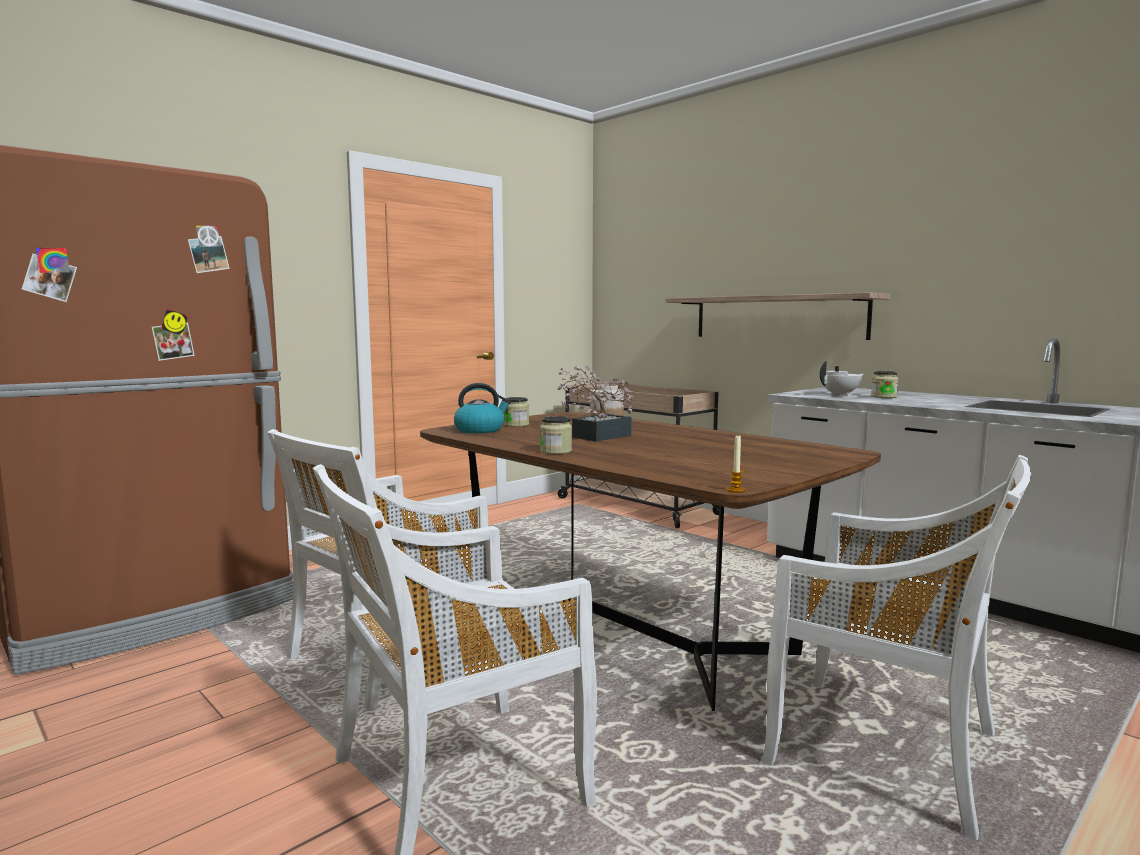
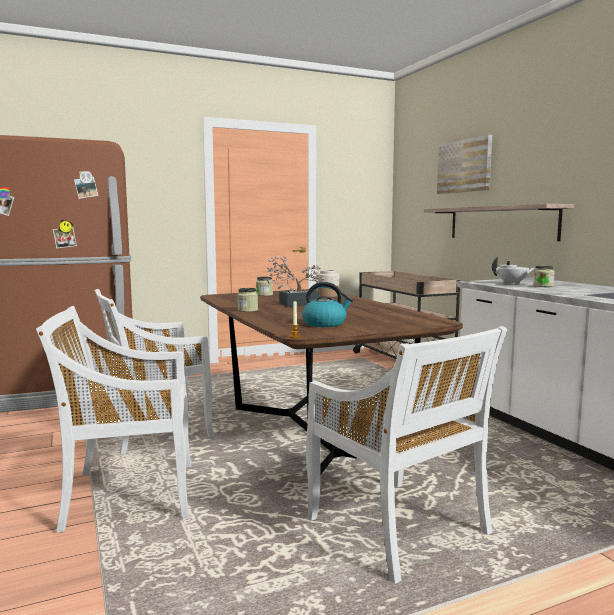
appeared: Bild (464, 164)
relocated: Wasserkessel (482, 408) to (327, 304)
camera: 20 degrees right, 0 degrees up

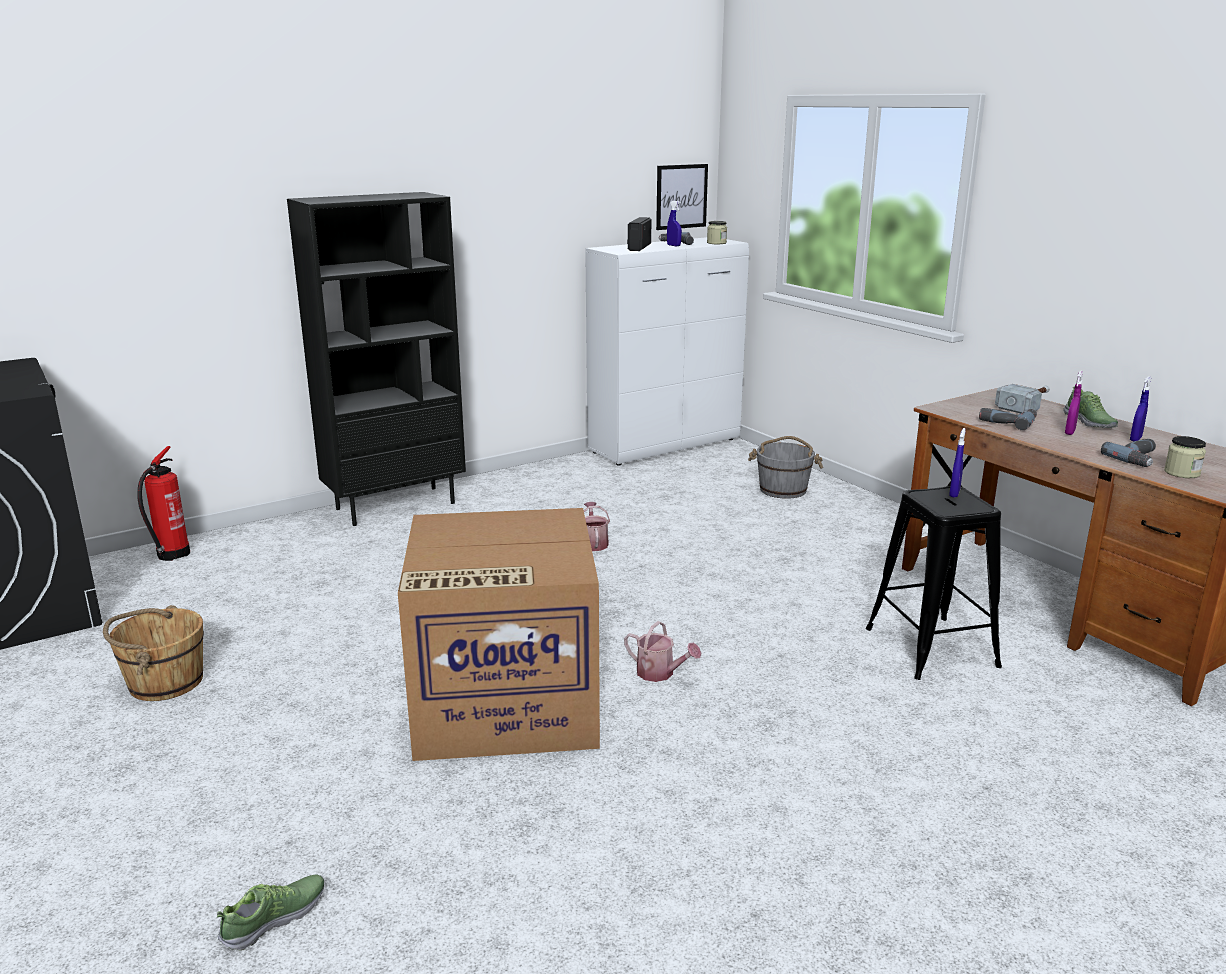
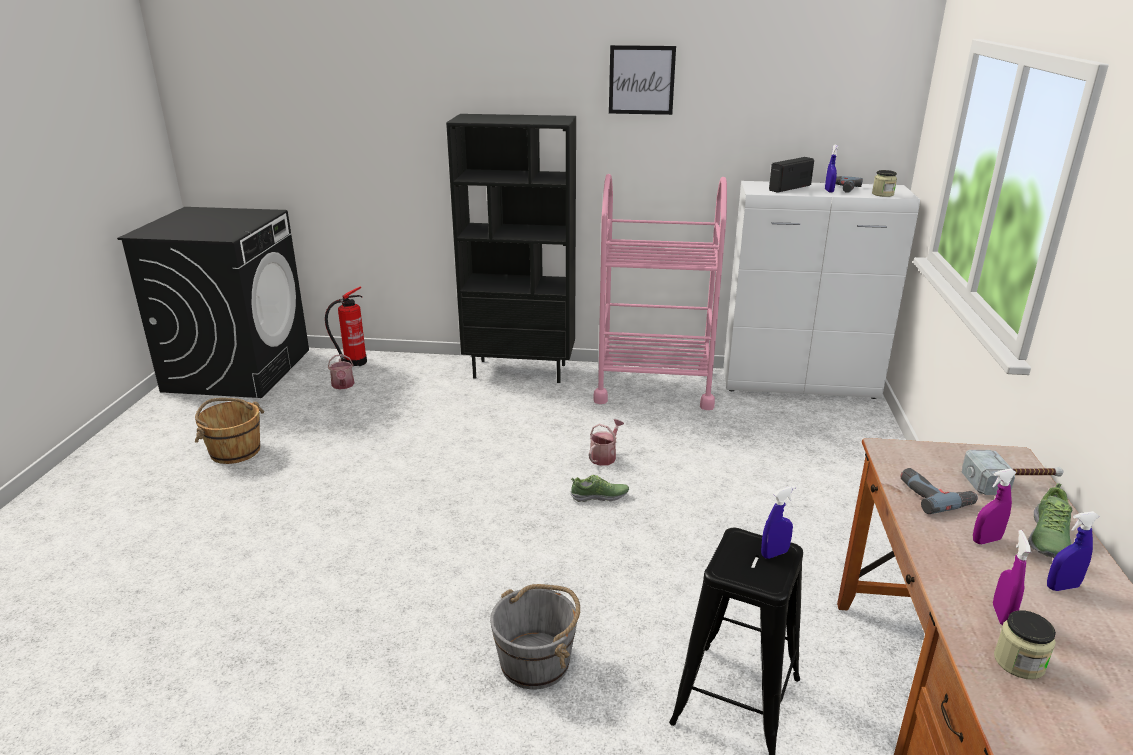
missing: Karton (499, 634)
appeared: Rollwagen/rosa (660, 292)
relocated: Schuh (270, 912) to (599, 488); Gießkanne (663, 651) to (341, 371); Bild (682, 197) to (642, 80); Eimer/grau (785, 467) to (535, 636)
exchanged: Bohrmaschine (1128, 453) to Sprühflasche/lila (1012, 577)
camera: 40 degrees right, 5 degrees up

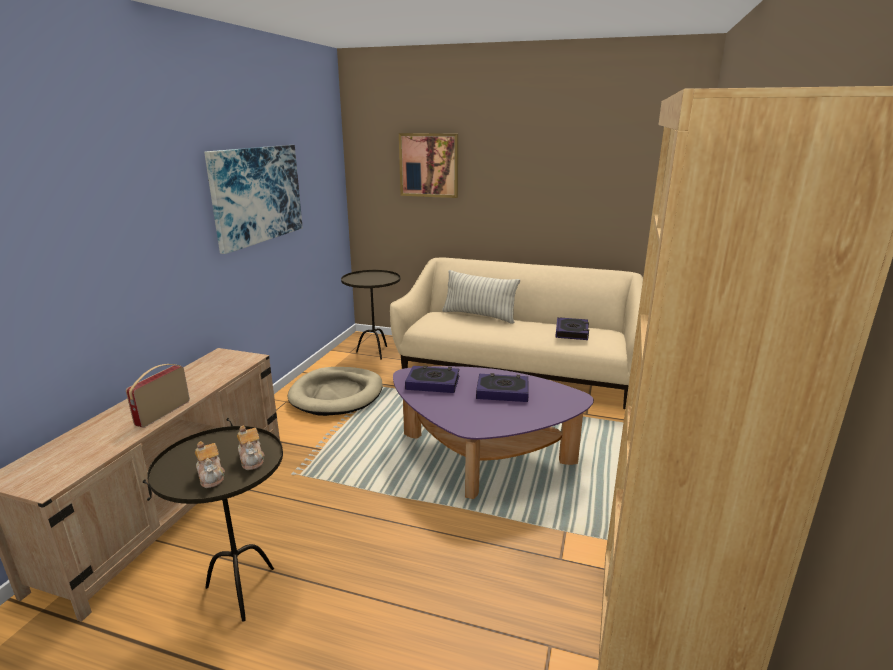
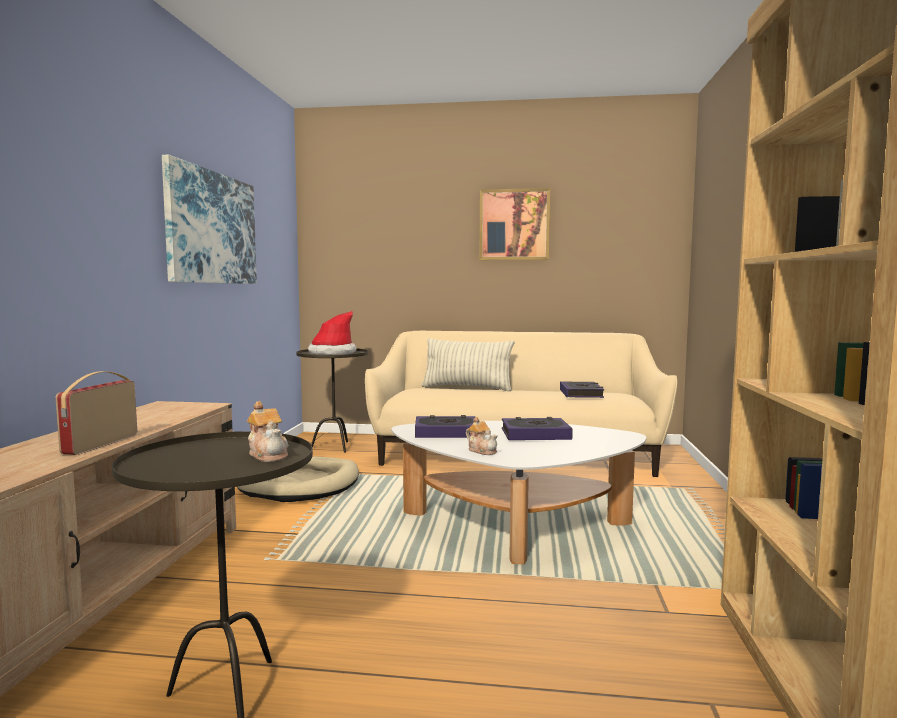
appeared: Hut (332, 333)
relocated: Teekanne (210, 464) to (482, 436); Bild (428, 165) to (514, 224)
colour: Couchtisch/lila (493, 432) to Couchtisch/weiß (518, 492)
camera: 10 degrees left, 15 degrees down

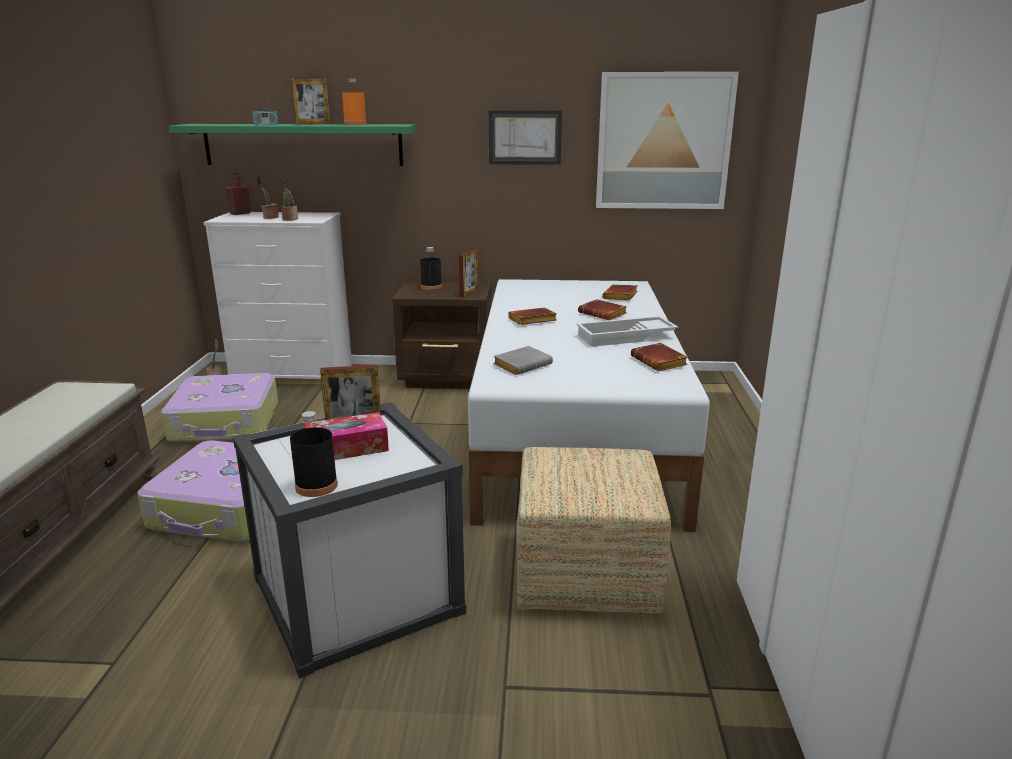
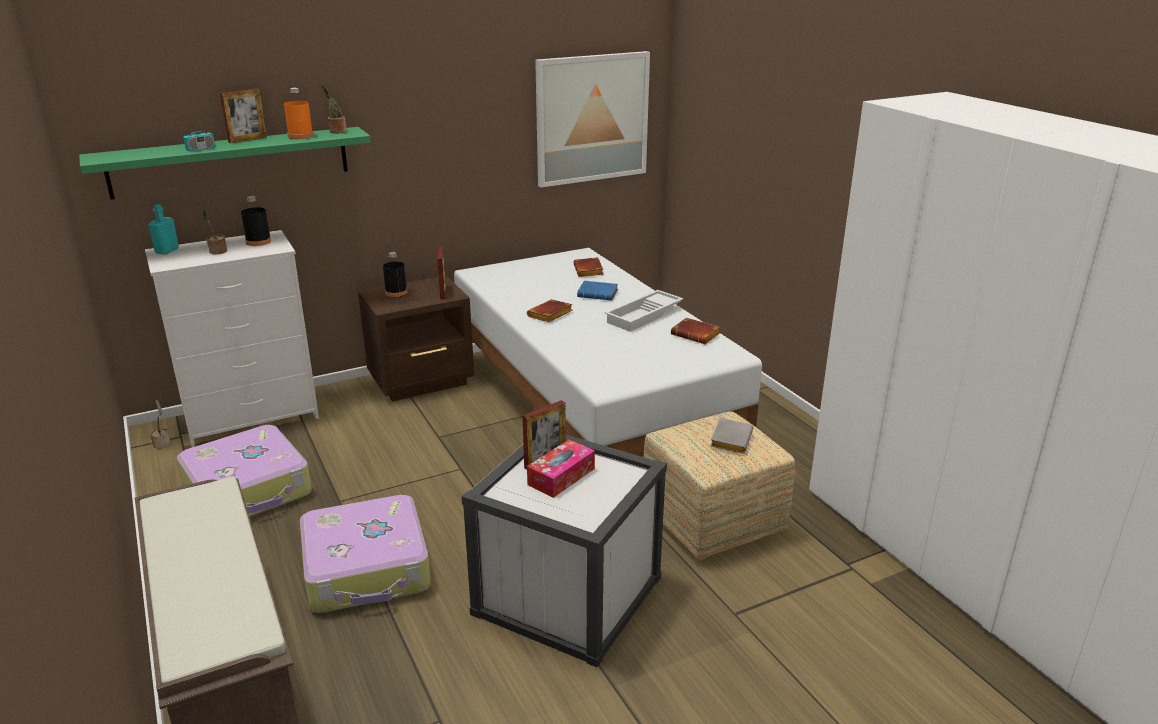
missing: Bild (525, 137)
relocated: Topfpflanze (288, 198) to (334, 109); Flasche/schwarz (314, 454) to (256, 221); Buch/grau (523, 360) to (731, 436)
colour: Flasche/rot (238, 193) to Flasche/türkis (163, 229); Buch/braun (602, 309) to Buch/blau (597, 291)
camera: 30 degrees left, 5 degrees up

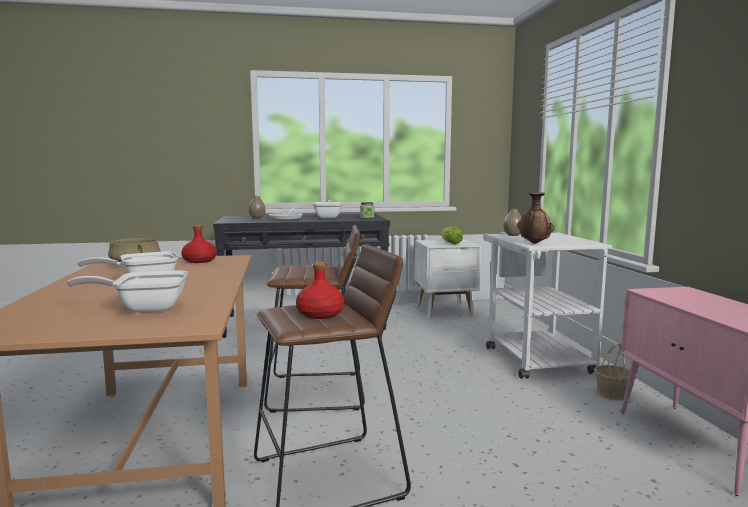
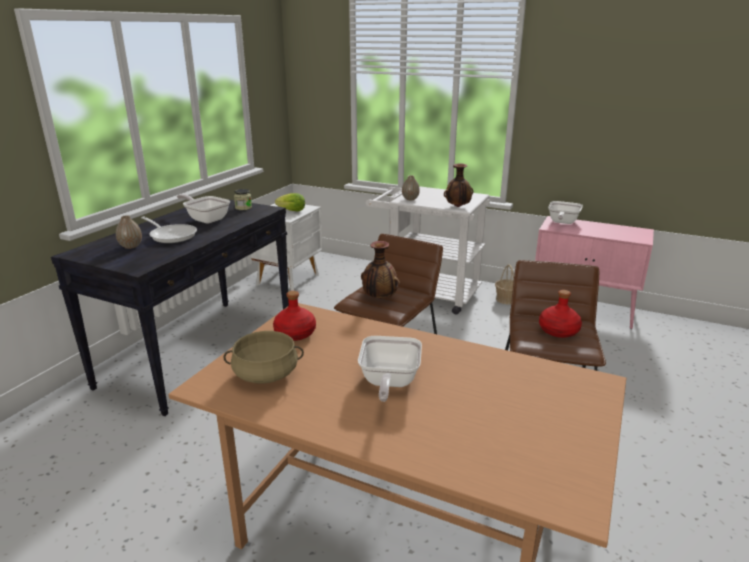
appeared: Vase (380, 270)
relocated: Pfanne (127, 291) to (565, 212)
camera: 55 degrees left, 15 degrees up

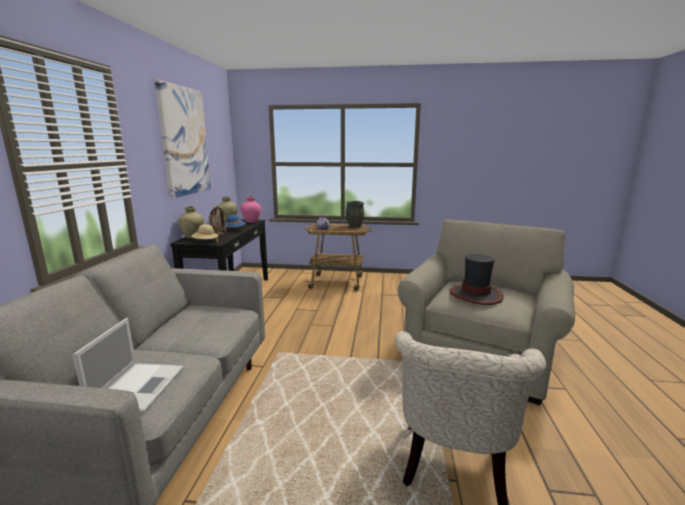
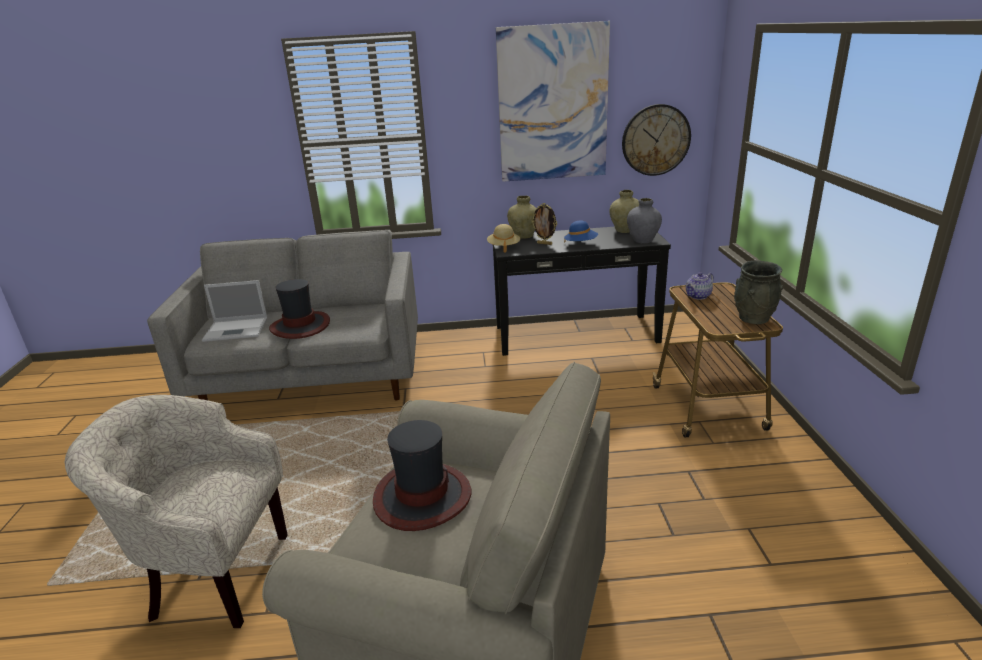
appeared: Hut (299, 309); Wanduhr (656, 140)
colour: Vase/rosa (250, 209) to Vase/grau (644, 220)
camera: 80 degrees right, 10 degrees up

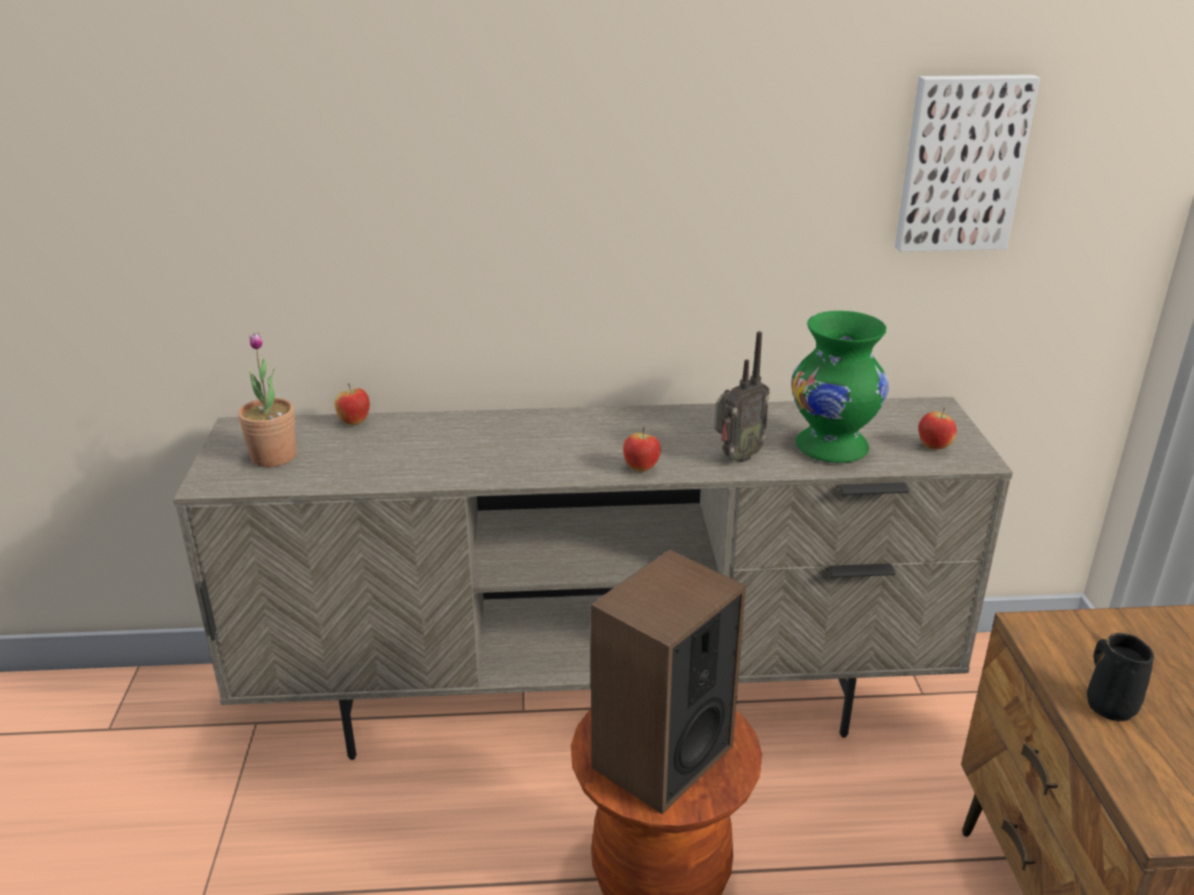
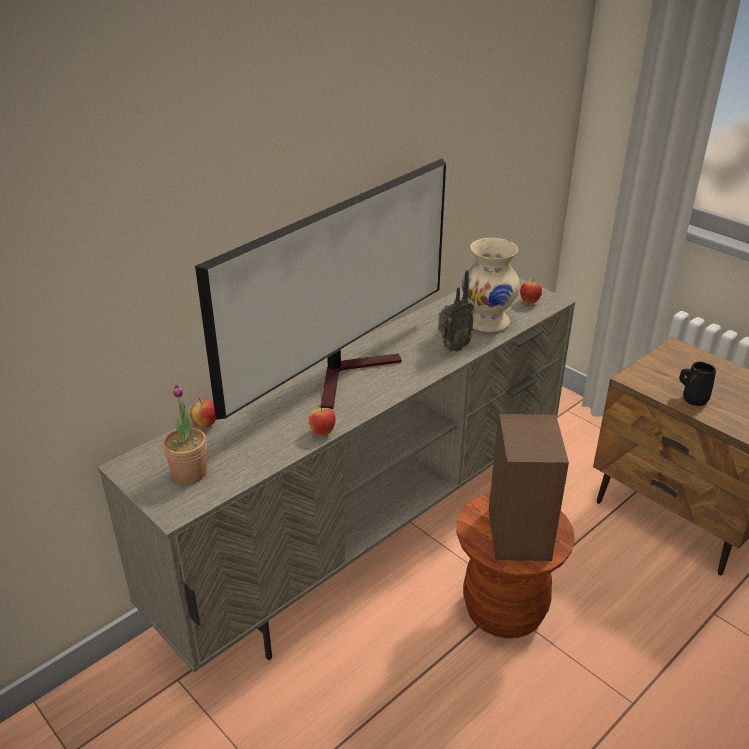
missing: Bild (967, 163)
appeared: Fernseher (320, 289)
relocated: Apfel (642, 449) to (322, 420)
colour: Vase/grün (840, 387) to Vase/beige (491, 285)
spun: Radio (741, 397) = (456, 311) 45 degrees clockwise
camera: 40 degrees left, 5 degrees up

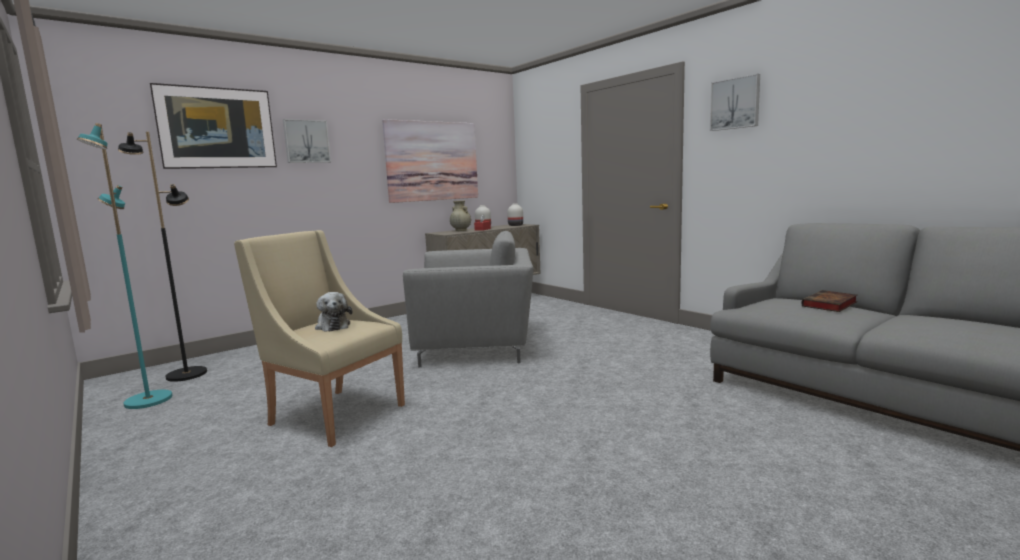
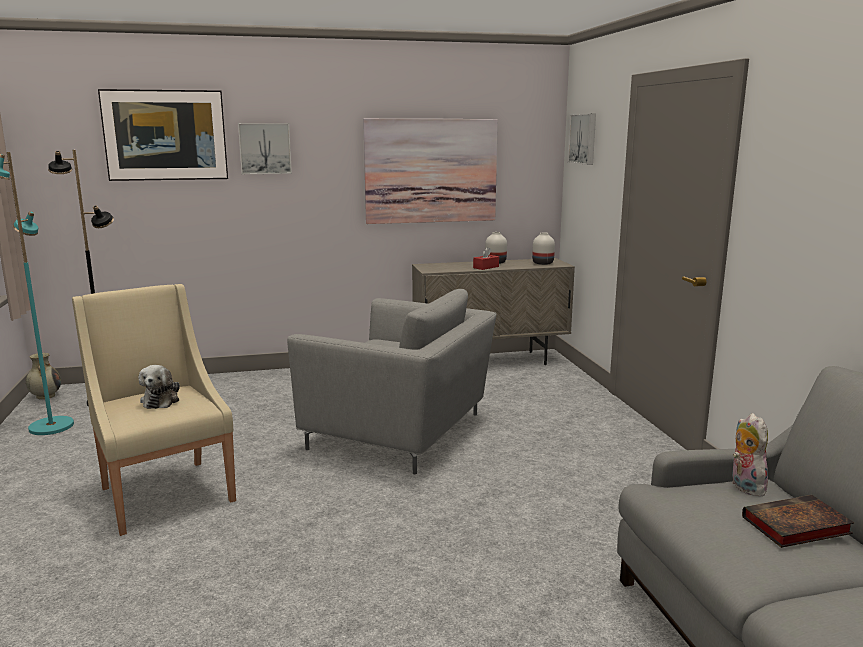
appeared: Plüschtier (750, 454)
relocated: Vase/beige (460, 216) to (43, 376); Bild (735, 102) to (582, 139)
camera: 25 degrees right, 5 degrees up

